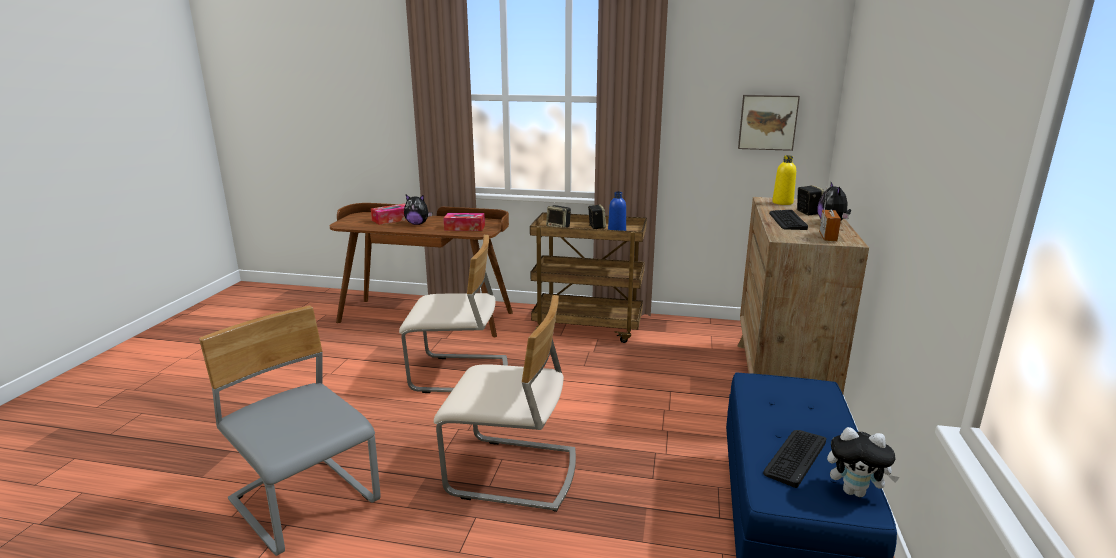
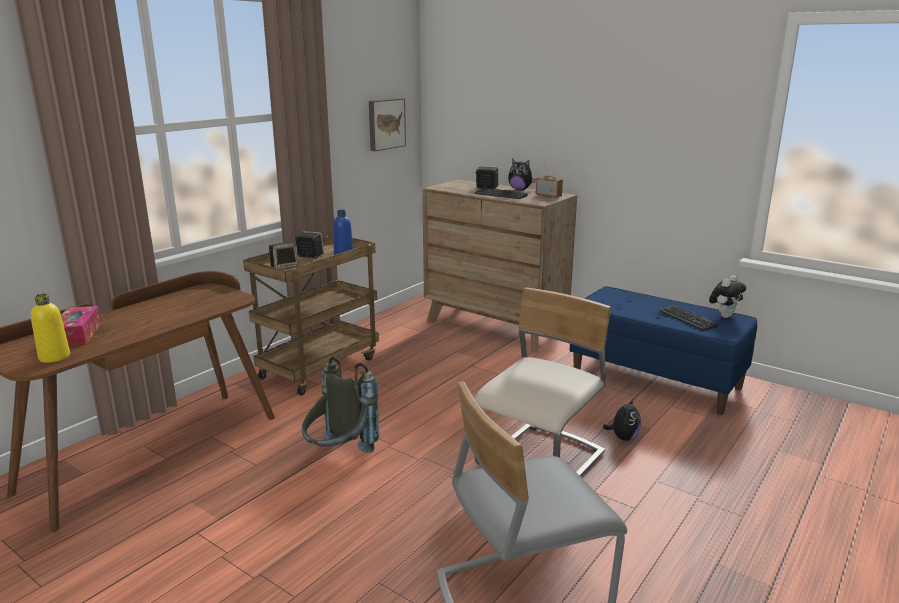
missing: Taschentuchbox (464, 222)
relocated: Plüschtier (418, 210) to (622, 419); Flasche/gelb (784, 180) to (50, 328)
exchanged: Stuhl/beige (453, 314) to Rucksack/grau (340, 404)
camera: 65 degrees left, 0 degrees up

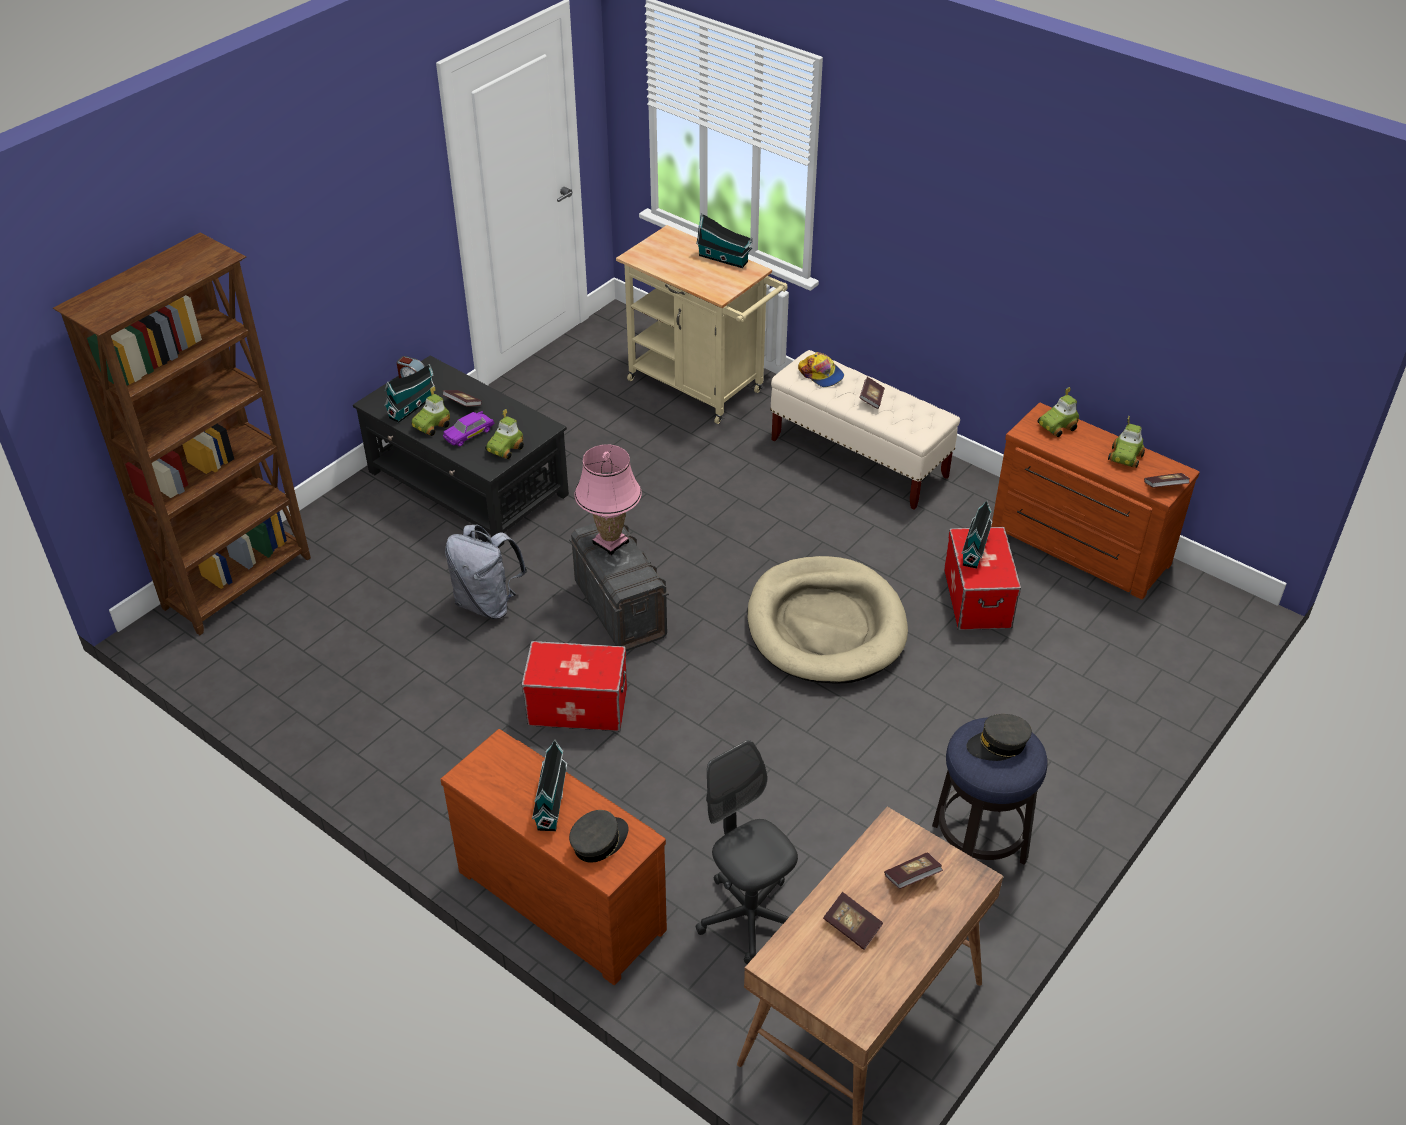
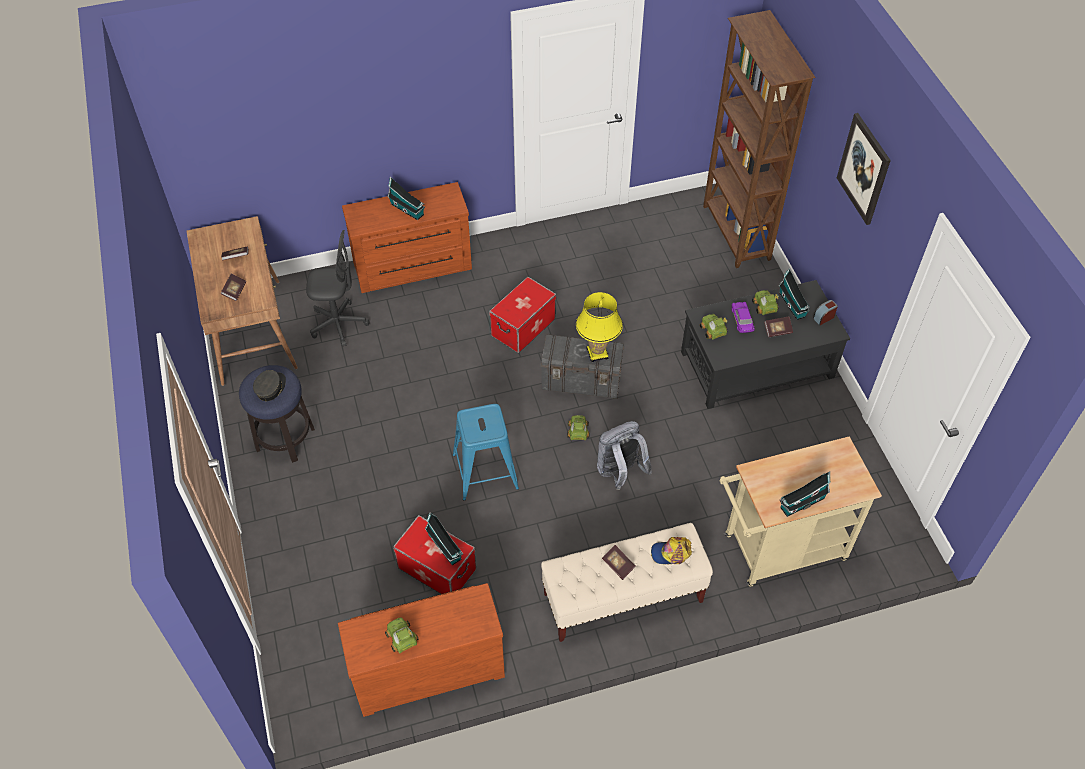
missing: Kappe/grau (599, 836); Buch (1167, 480)
appeared: Bild (864, 169)
relocated: Rucksack/grau (486, 572) to (624, 455); Spielzeugauto (1058, 412) to (578, 427)
exchanged: Hundebett/beige (827, 620) to Hocker/blau (486, 452)
colour: Tischlampe/rosa (608, 499) to Tischlampe/gelb (599, 327)
camera: 125 degrees right, 10 degrees up

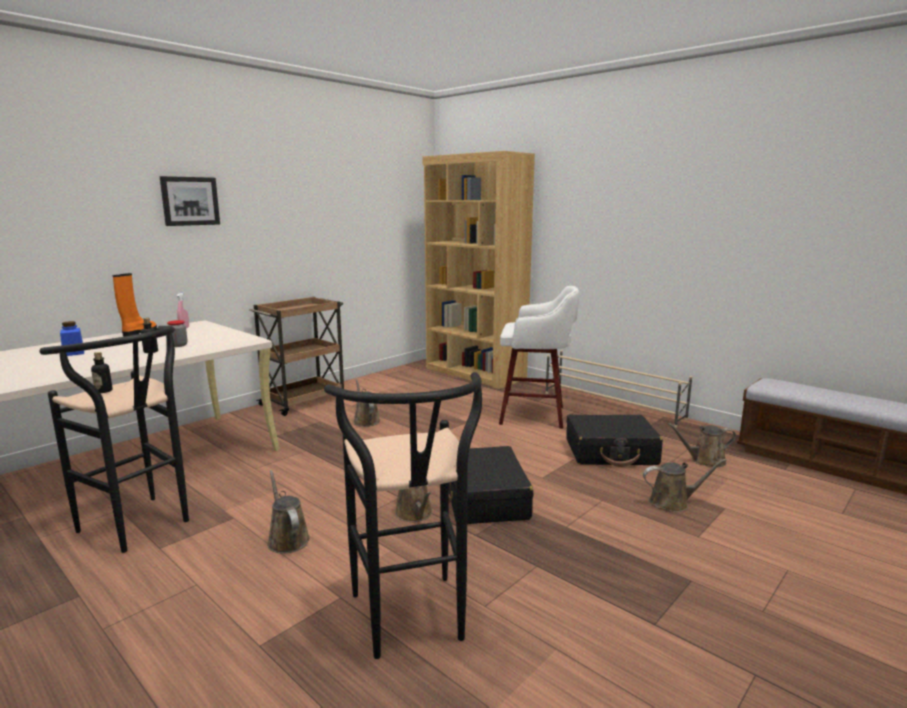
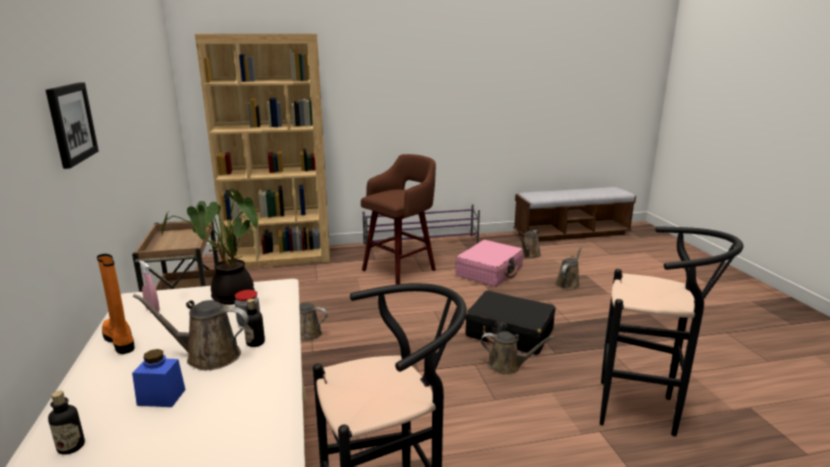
appeared: Topfpflanze (210, 246)
relocated: Flasche (101, 372) to (66, 423); Gießkanne/braun (288, 511) to (191, 332)
colour: Hocker/weiß (539, 357) to Hocker/braun (398, 219); Schuhregal/beige (618, 389) to Schuhregal/lila (421, 224); Koffer/schwarz (614, 441) to Koffer/rosa (489, 263)
camera: 55 degrees left, 5 degrees up

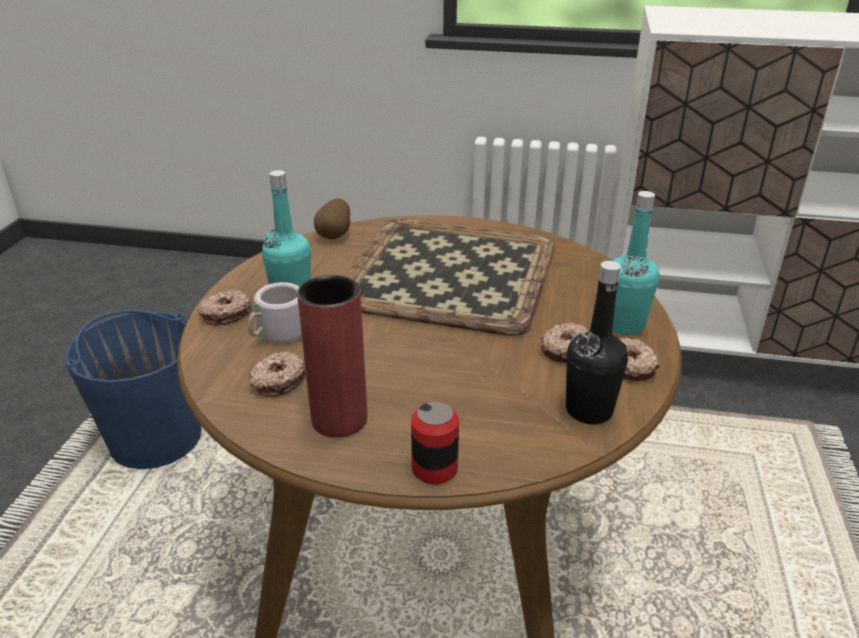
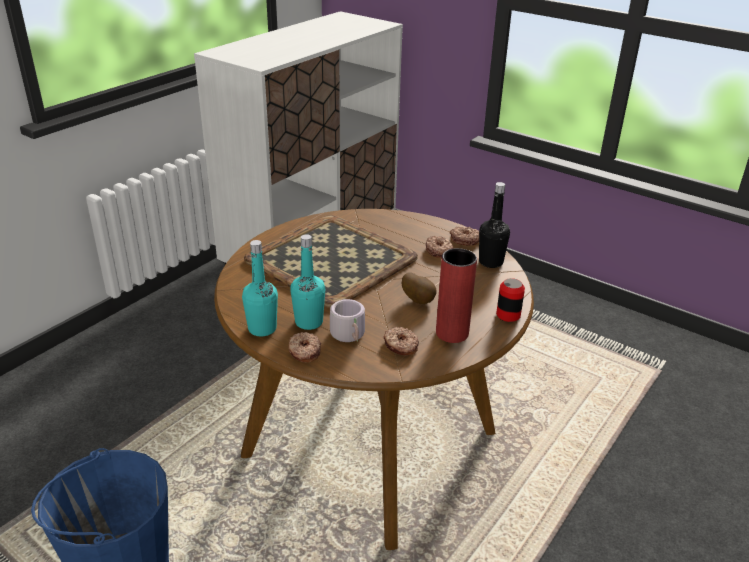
relocated: Kartoffel (332, 218) to (419, 288); Flasche/türkis (636, 263) to (260, 288)
camera: 65 degrees left, 0 degrees up

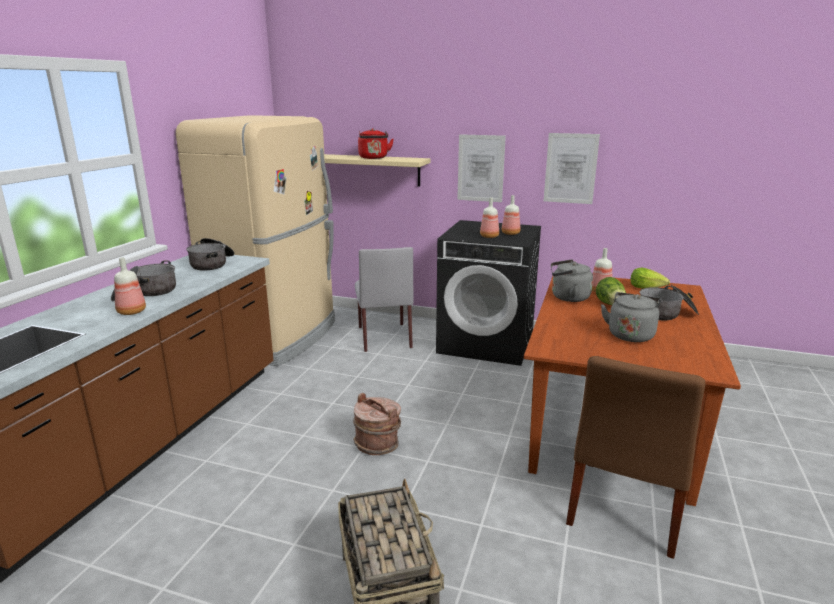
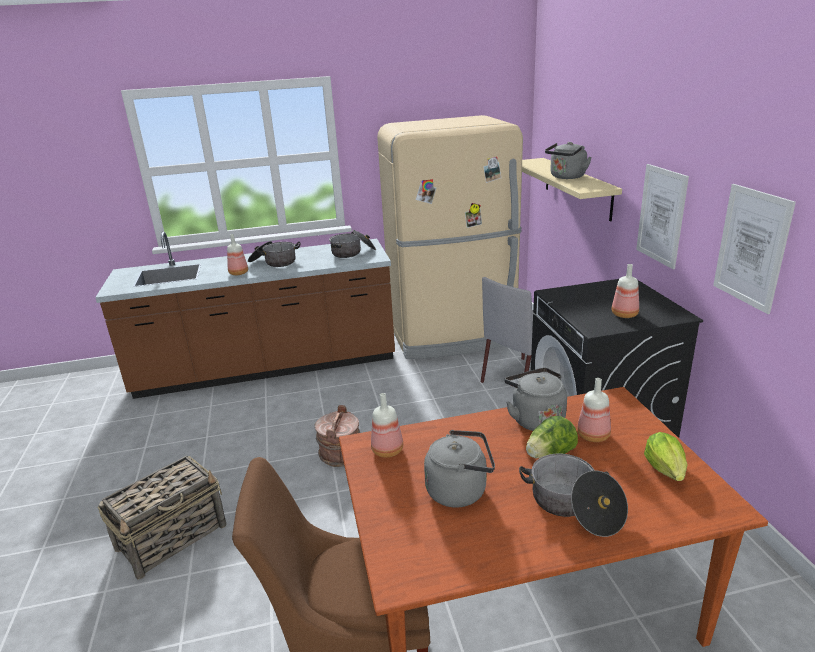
relocated: Flasche (489, 217) to (387, 425)
colour: Wasserkessel/rot (376, 143) to Wasserkessel/grau (568, 160)
camera: 60 degrees right, 5 degrees up

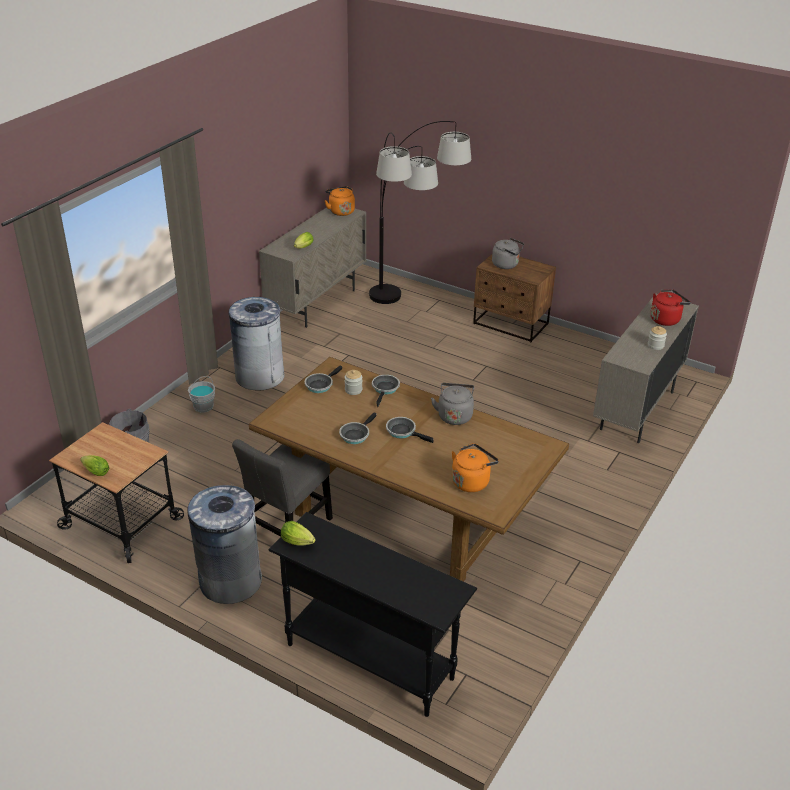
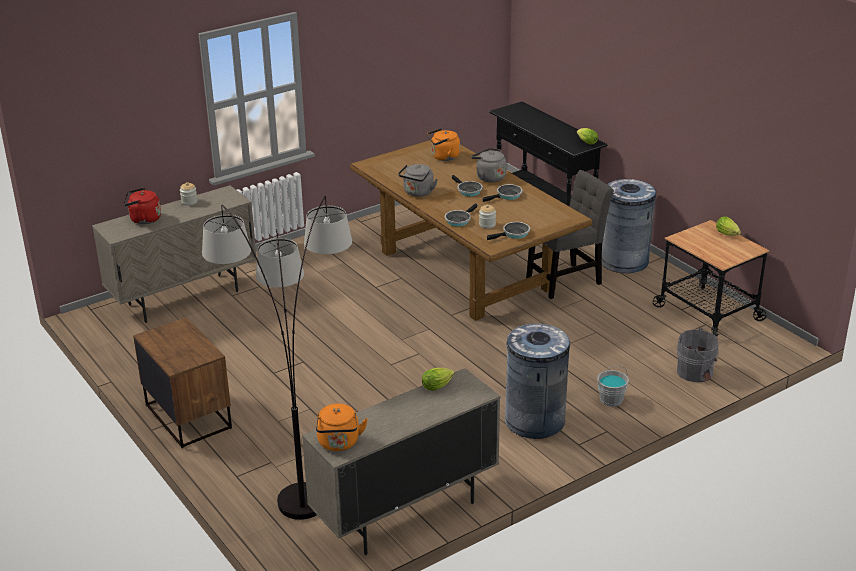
relocated: Wasserkessel/grau (508, 253) to (488, 165)
camera: 155 degrees left, 5 degrees down

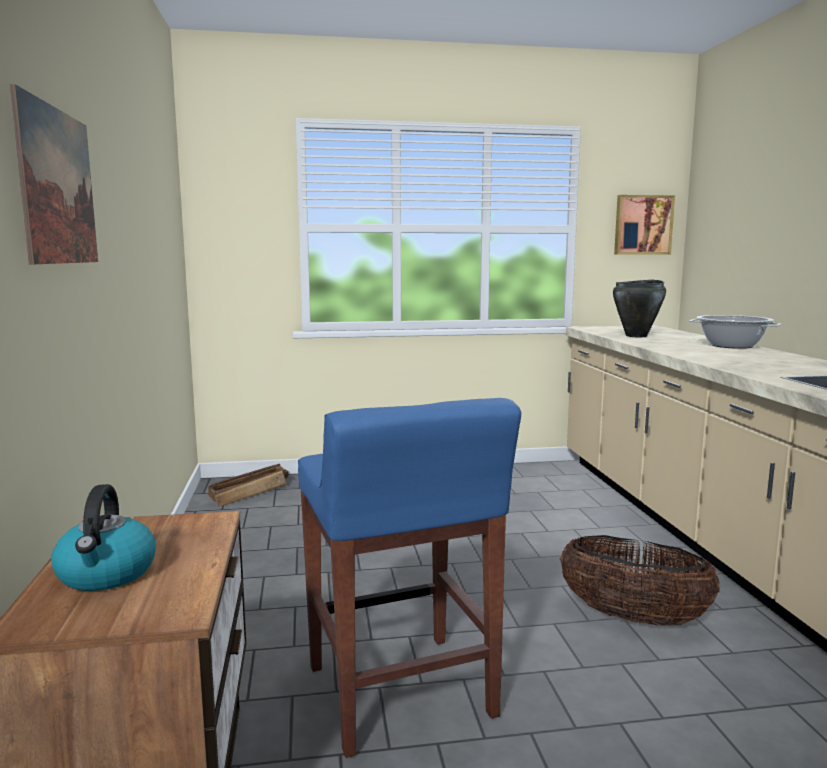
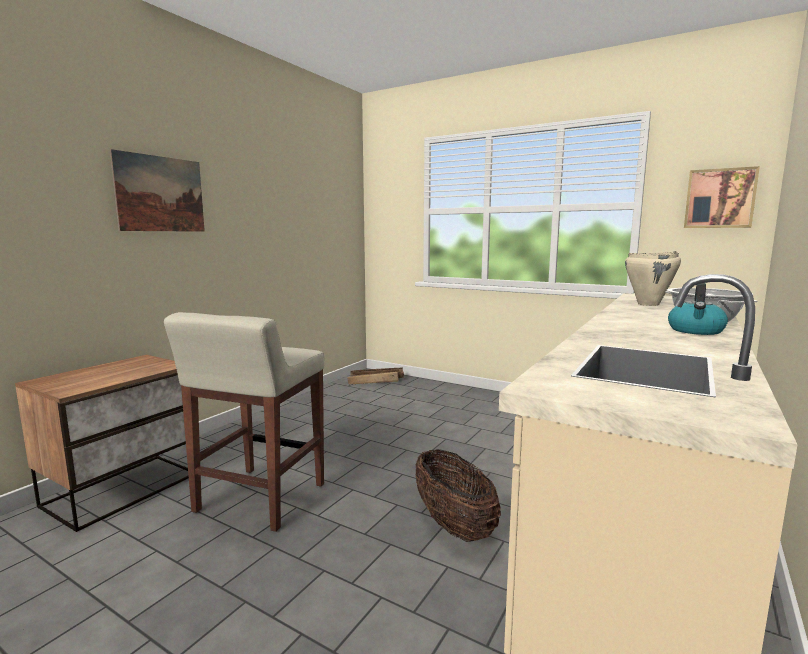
relocated: Wasserkessel (103, 537) to (698, 309)
colour: Hocker/blau (409, 578) to Hocker/beige (244, 422); Kochtopf/schwarz (639, 308) to Kochtopf/beige (653, 278)
camera: 40 degrees right, 0 degrees up

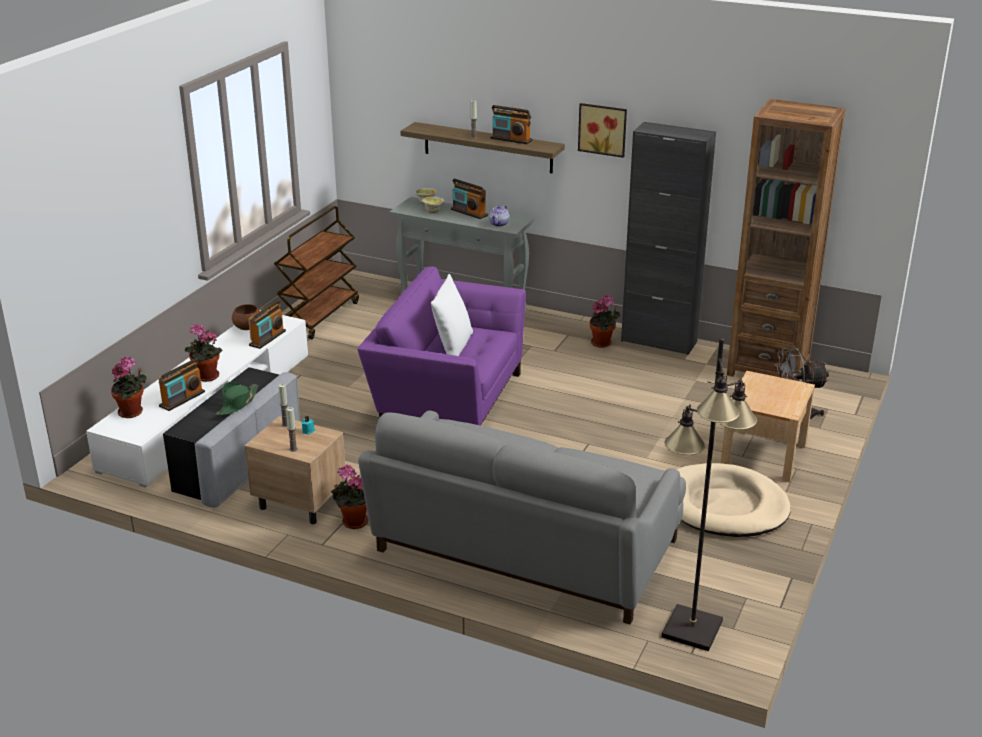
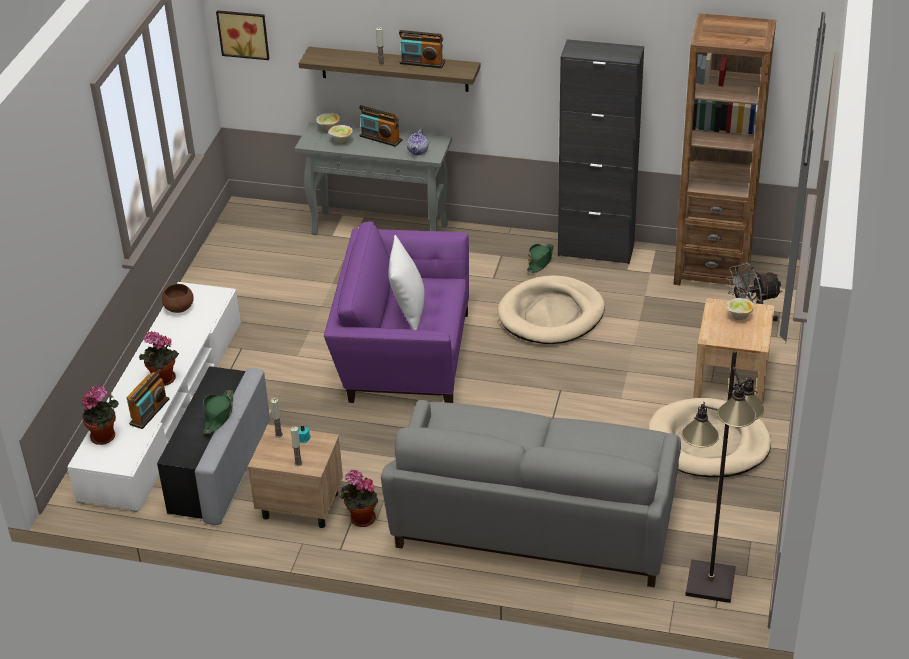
missing: Radio (267, 324); Rollwagen/braun (316, 272)
appeared: Hundebett/beige (551, 309); Schüssel (740, 309)
relocated: Bild (602, 130) to (242, 35)
exchanged: Topfpflanze (605, 321) to Hut/grün (540, 258)
camera: 10 degrees left, 10 degrees up

